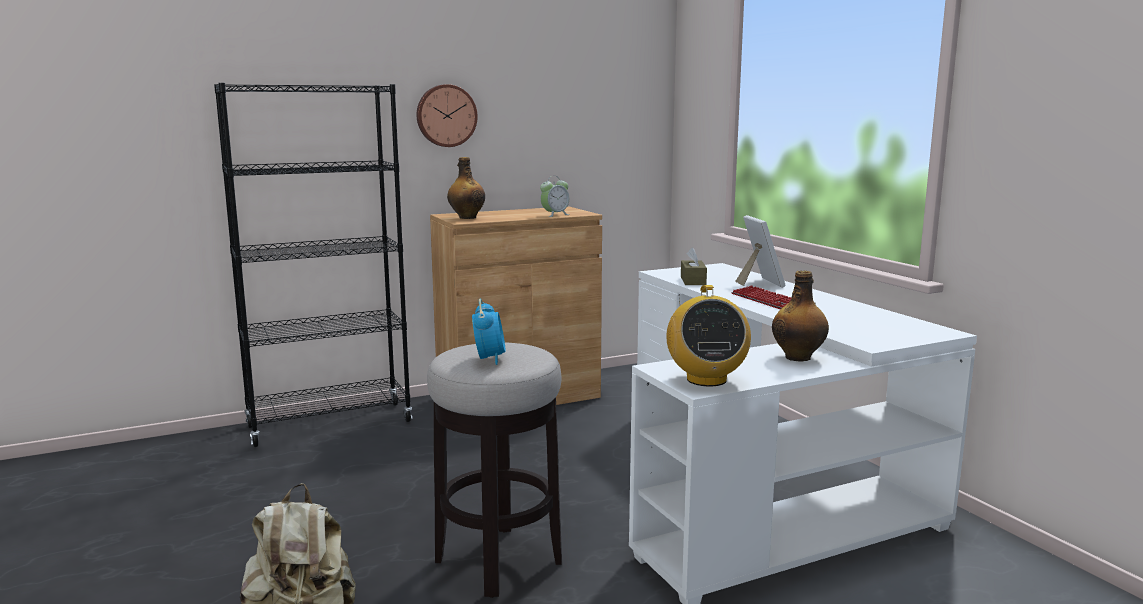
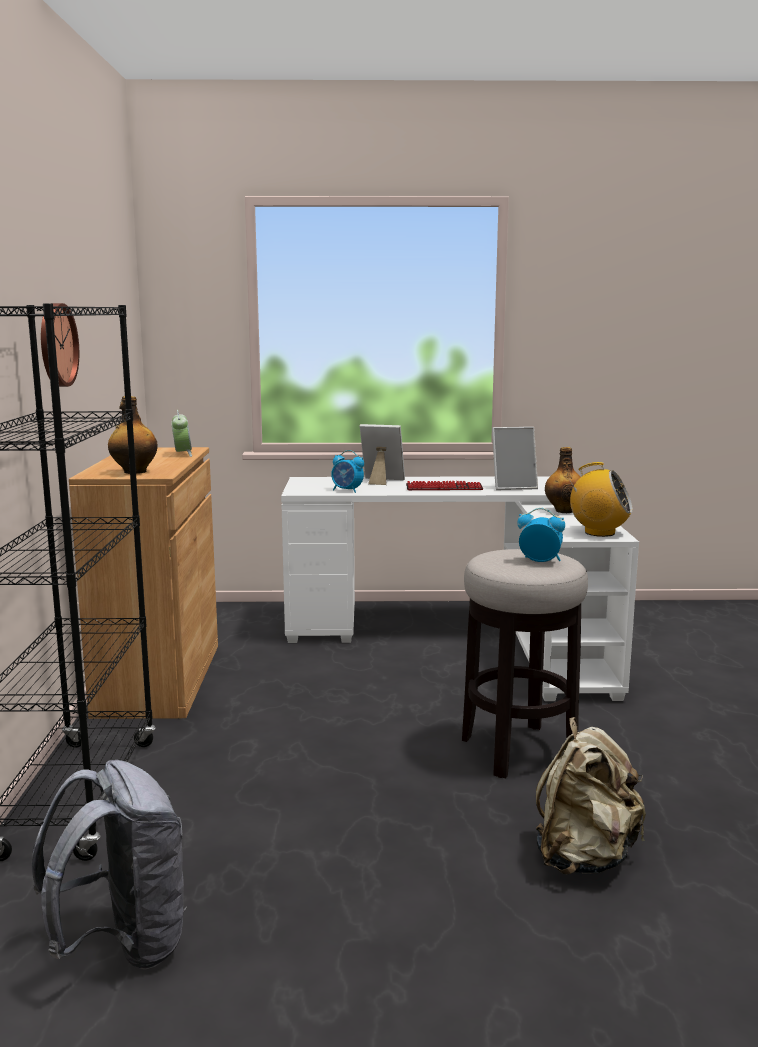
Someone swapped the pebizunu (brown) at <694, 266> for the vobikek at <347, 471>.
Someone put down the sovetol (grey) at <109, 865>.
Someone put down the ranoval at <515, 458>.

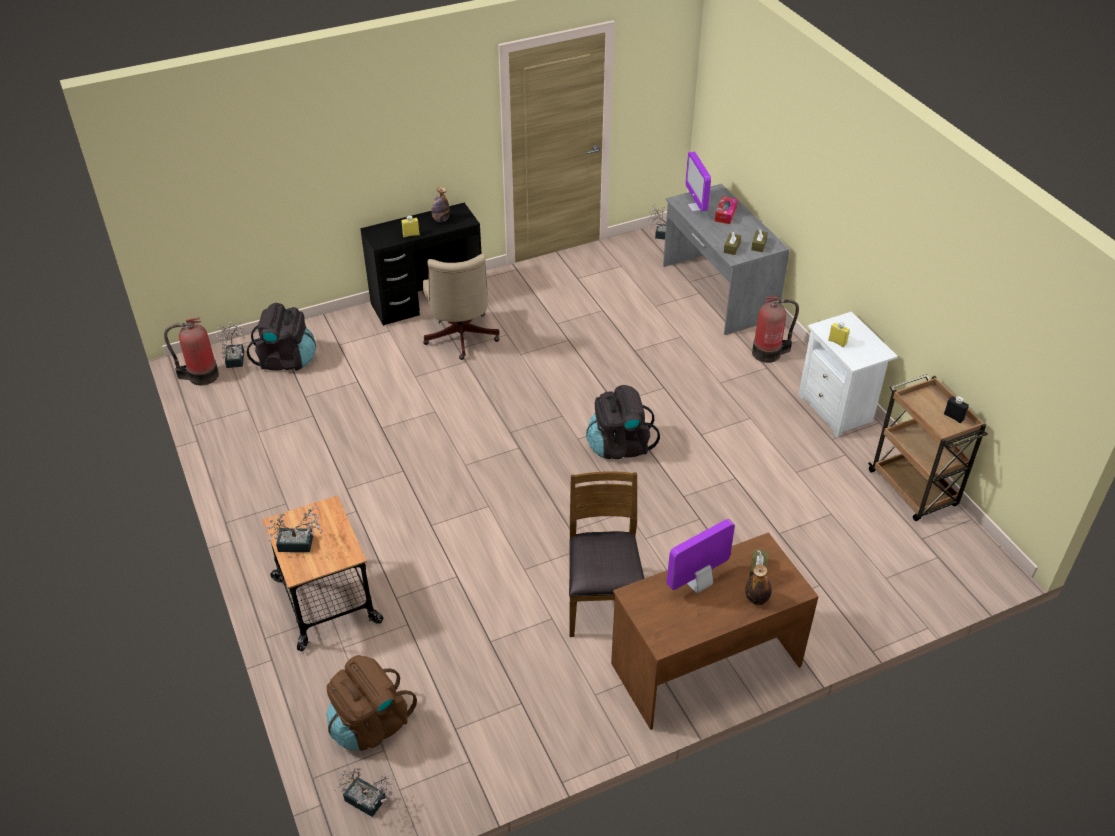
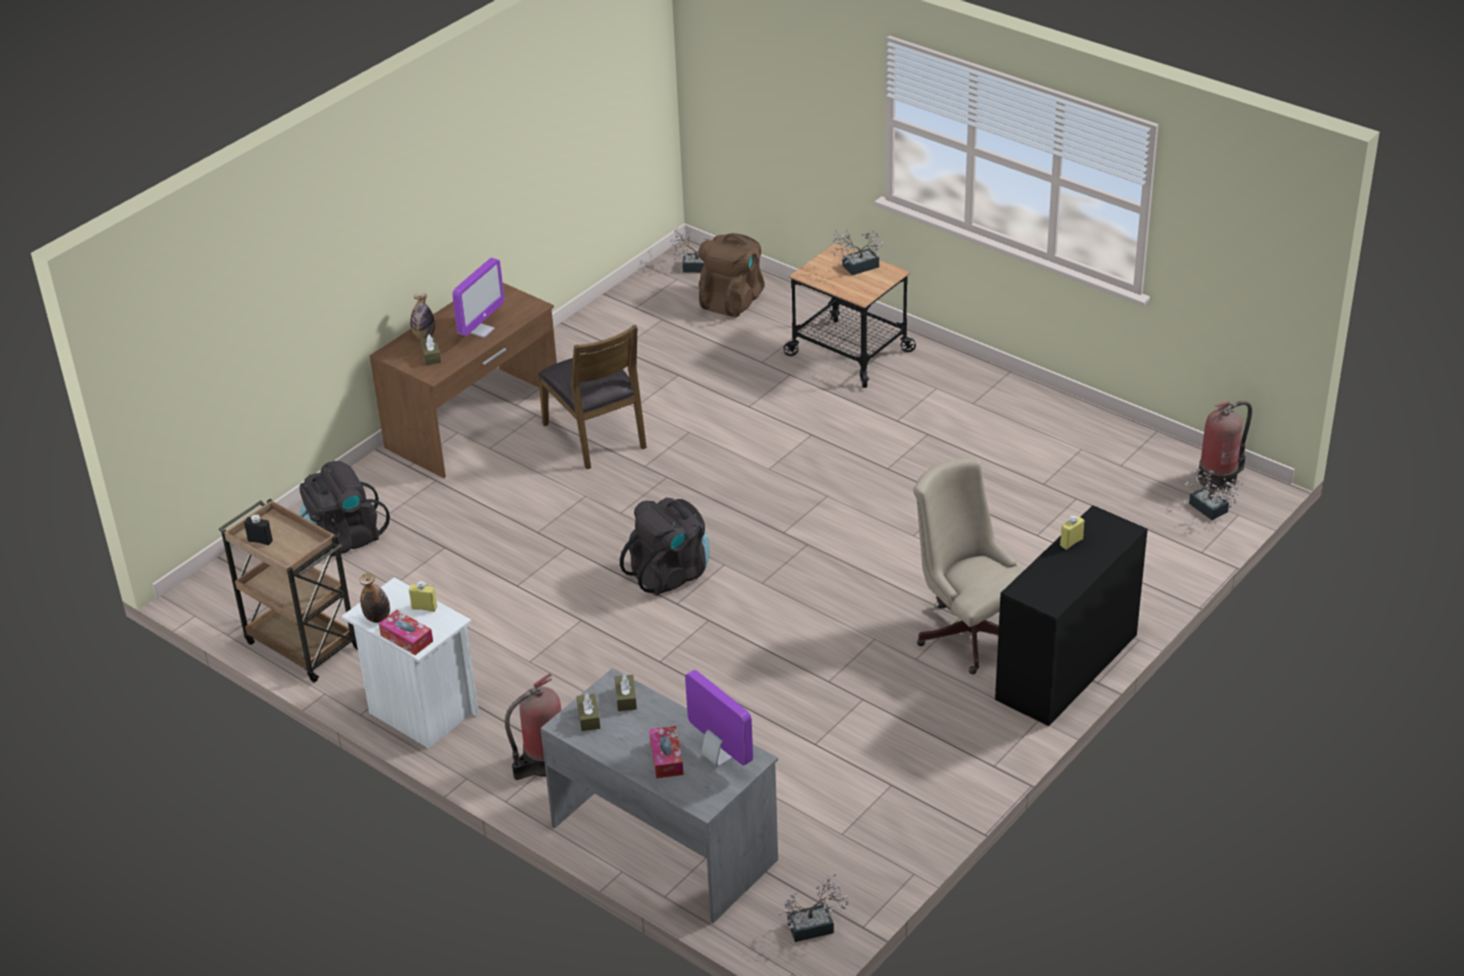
Someone carried the sovetol (black) from <281, 337> to <344, 509>.
Someone carried the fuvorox from <441, 204> to <375, 598>.
Someone put down the pebizunu at <406, 632>.

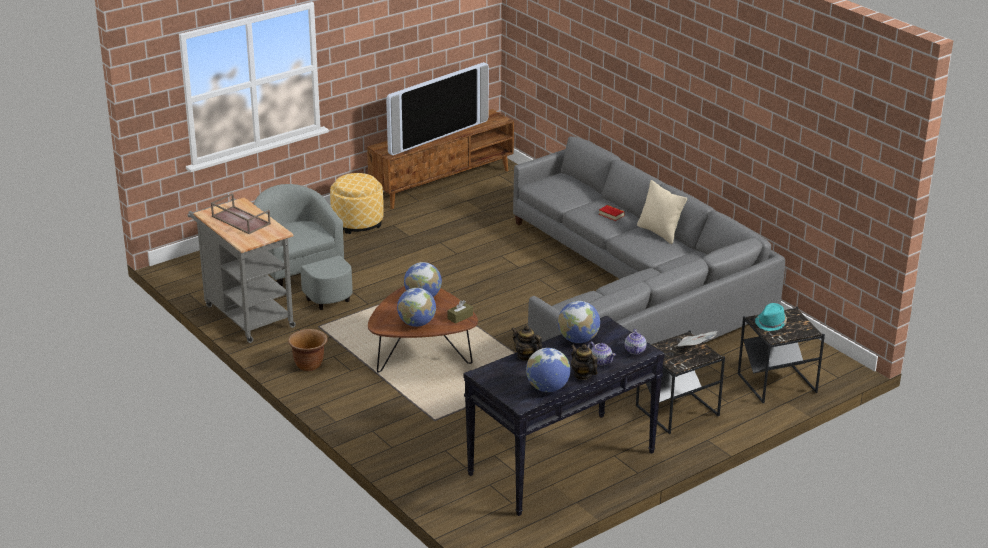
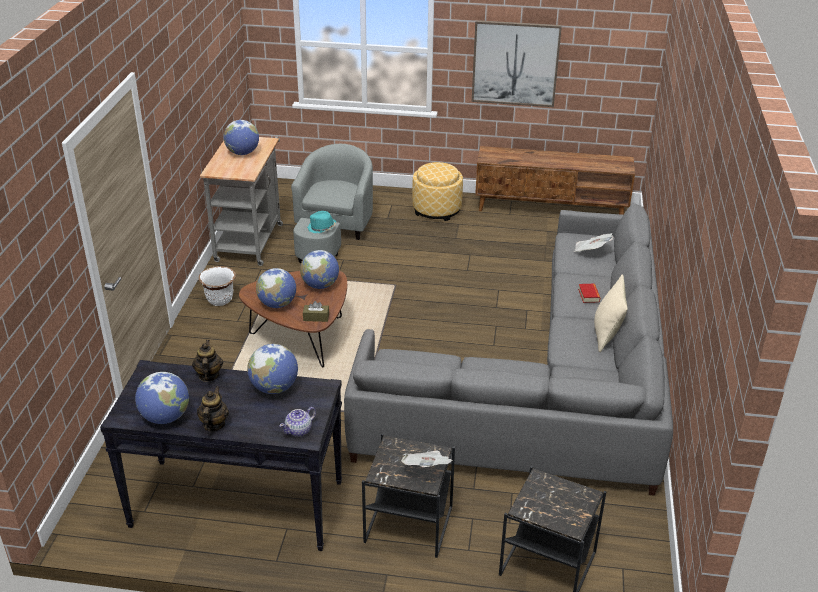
Someone swapped the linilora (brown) at <241, 213> for the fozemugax at <241, 137>.
Someone repainted the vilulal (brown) at <308, 350>, which became the vilulal (white) at <217, 286>.
Someone took away the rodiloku at <437, 108>.
Someone took away the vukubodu at <601, 353>.
Someone carried the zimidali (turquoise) from <771, 317> to <321, 222>.
Someone put up the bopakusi at <517, 63>.
Someone put down the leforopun at <593, 242>.

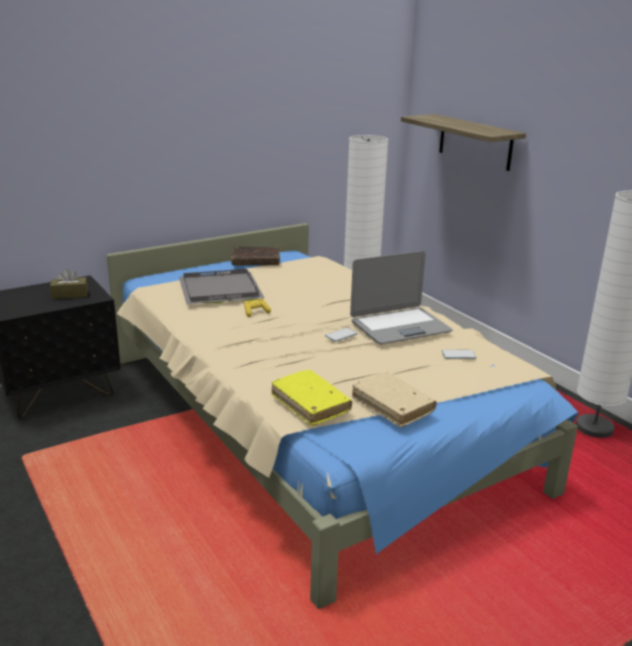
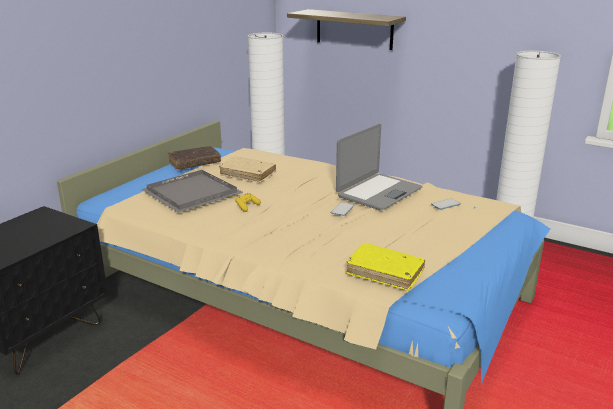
Someone took away the pebizunu (brown) at <69, 283>.
Someone carried the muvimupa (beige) from <394, 399> to <247, 169>.

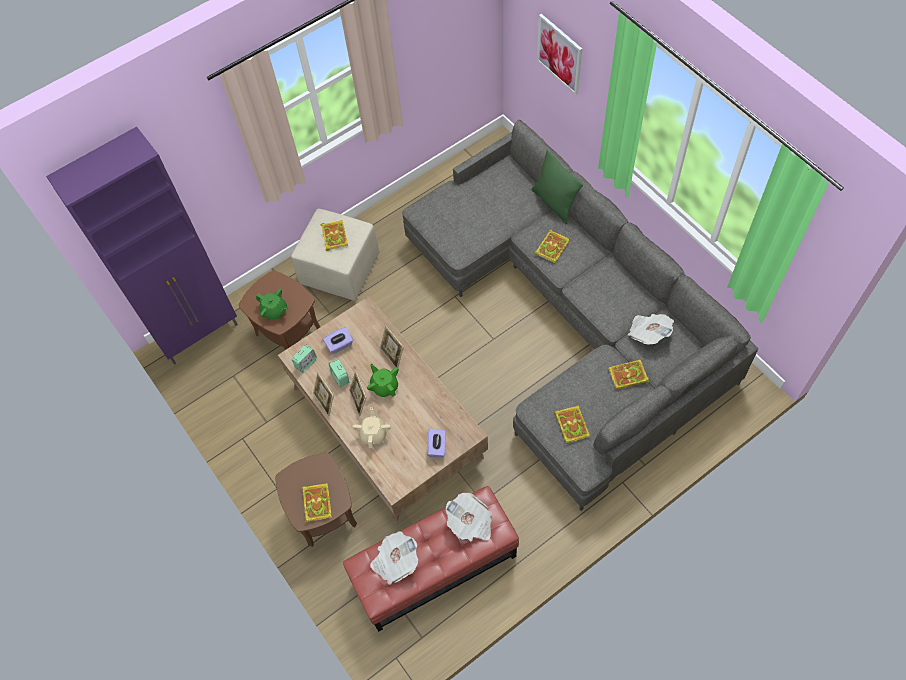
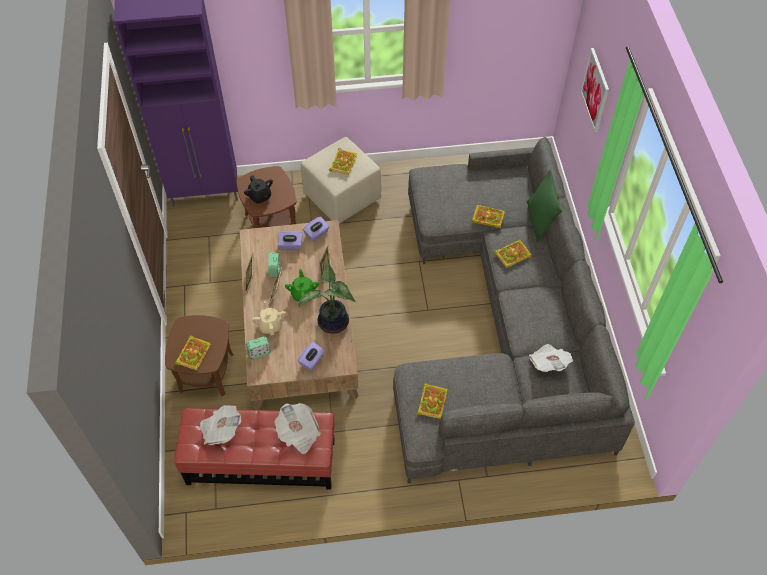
Someone repainted the vukubodu (green) at <271, 304>, which became the vukubodu (black) at <258, 189>.
Someone carried the vobikek from <304, 358> to <258, 347>.
Someone rotated the vukubodu (beige) at <371, 427> by 45 degrees counterclockwise.
Someone carried the muvimupa from <629, 375> to <488, 217>.
Someone put down the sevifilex at <326, 299>.
Someone put down the pebizunu (purple) at <316, 229>.

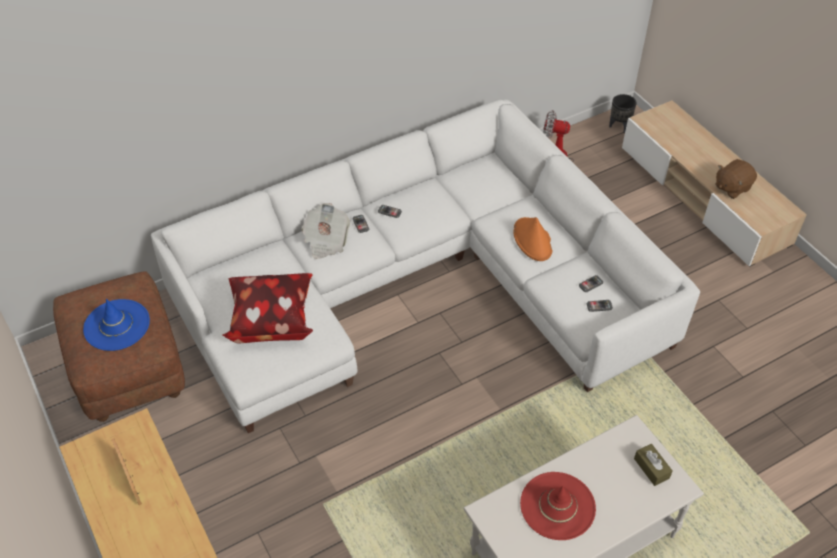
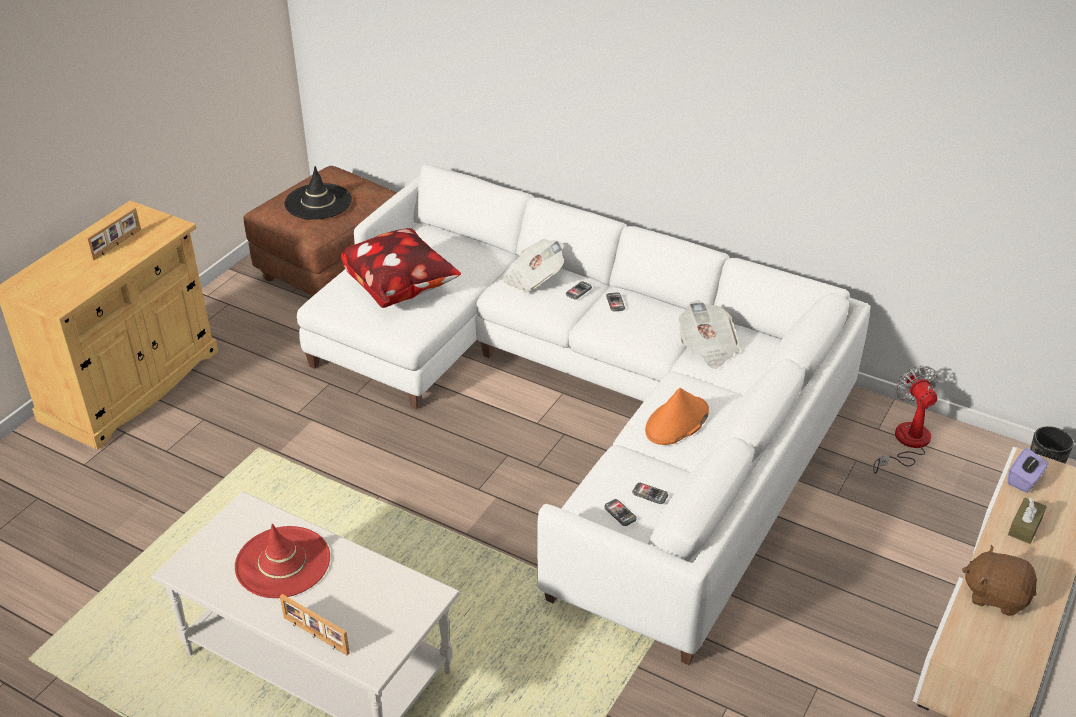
Someone repainted the zimidali (blue) at <116, 325>, which became the zimidali (black) at <318, 193>.
Someone carried the pebizunu (brown) from <653, 465> to <1027, 520>.
Someone put down the ranoval at <315, 625>.
Someone put down the leforopun at <709, 334>.
Someone put down the pebizunu (purple) at <1028, 470>.

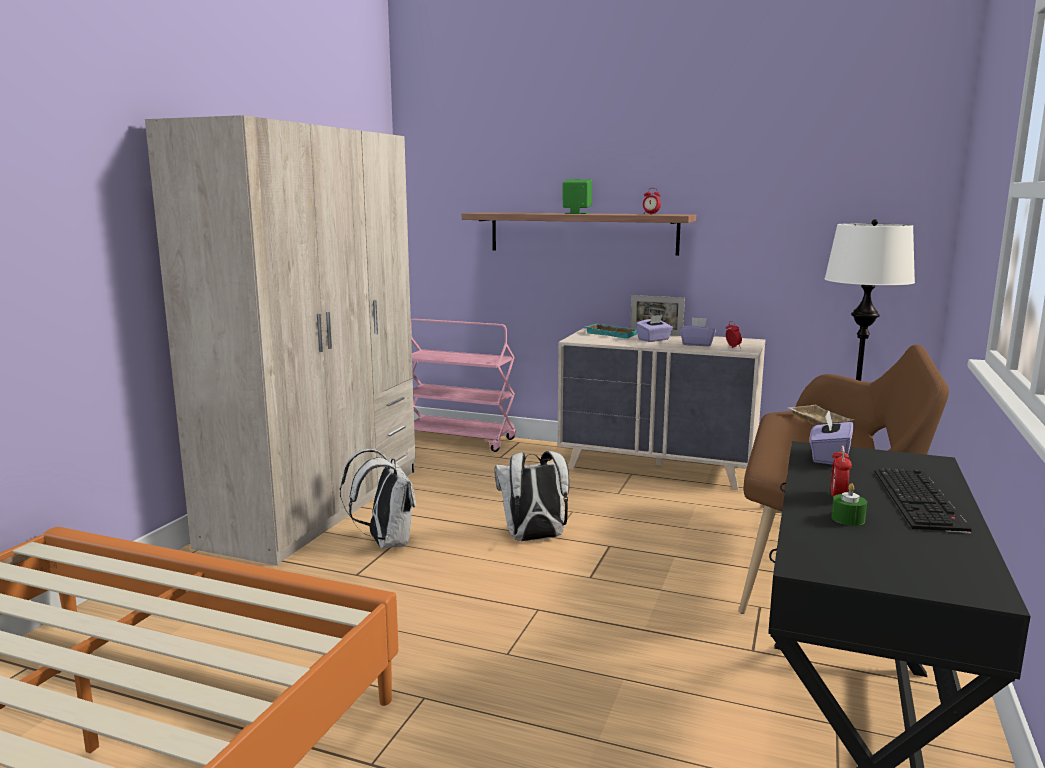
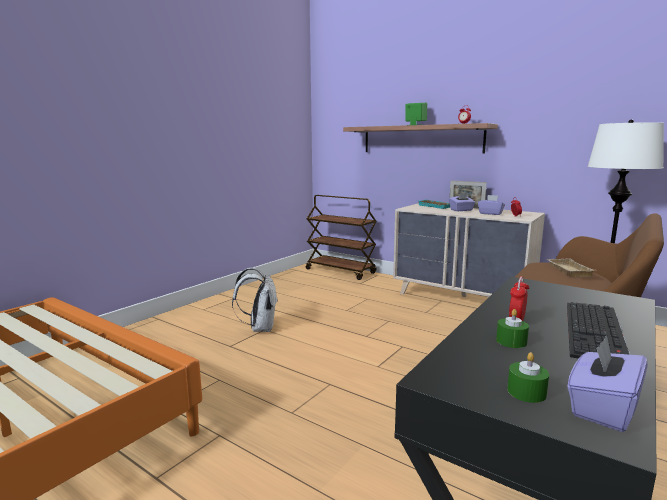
Someone took away the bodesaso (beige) at <280, 340>.
Someone repainted the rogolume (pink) at <463, 385>, which became the rogolume (brown) at <341, 237>.
Someone took away the sovetol (white) at <531, 496>.
Someone carried the pebizunu (purple) from <832, 437> to <607, 383>.
Someone put down the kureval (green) at <528, 377>.

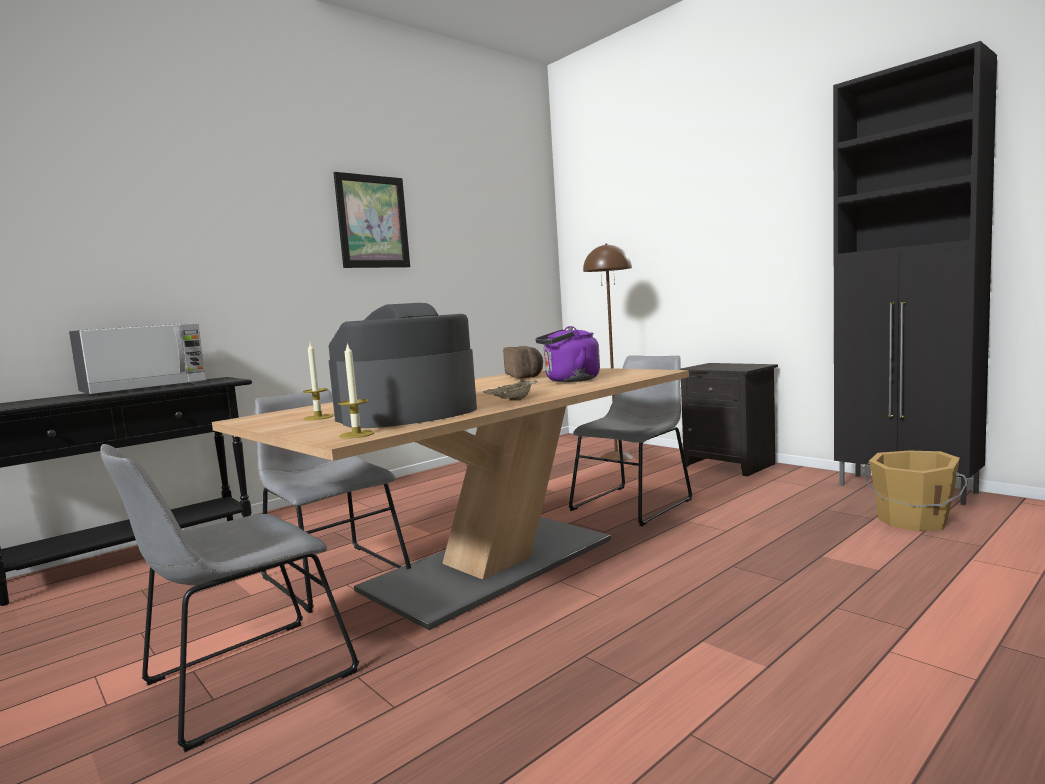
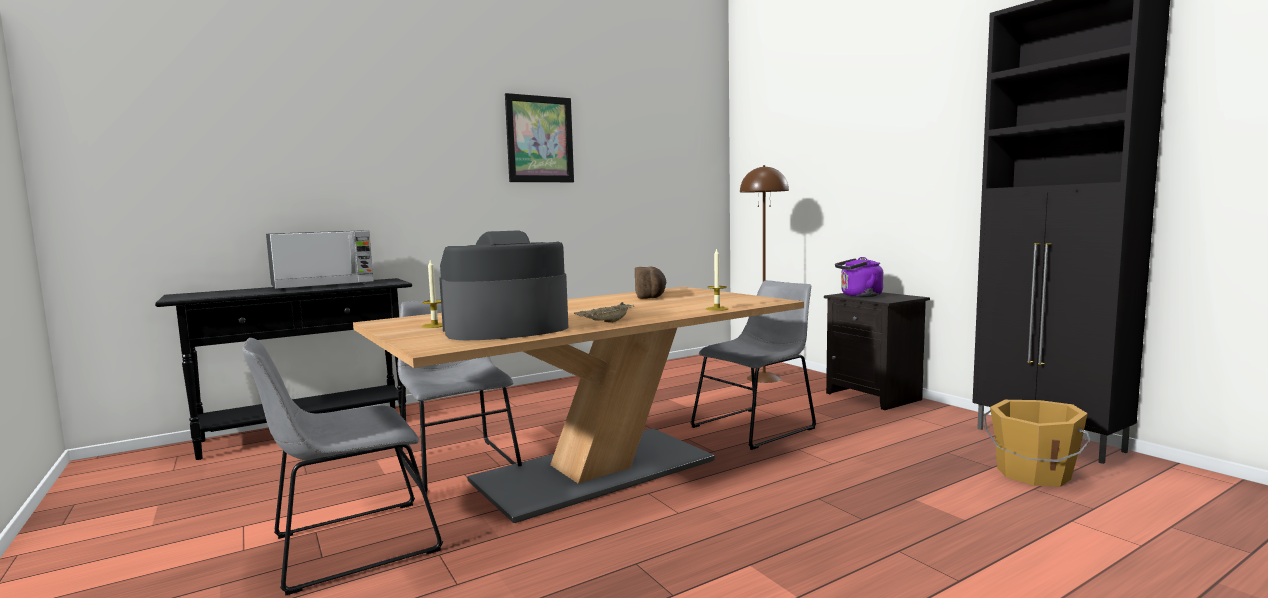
Someone carried the kureval from <356, 391> to <717, 279>.
Someone carried the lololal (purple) from <567, 354> to <859, 277>.

